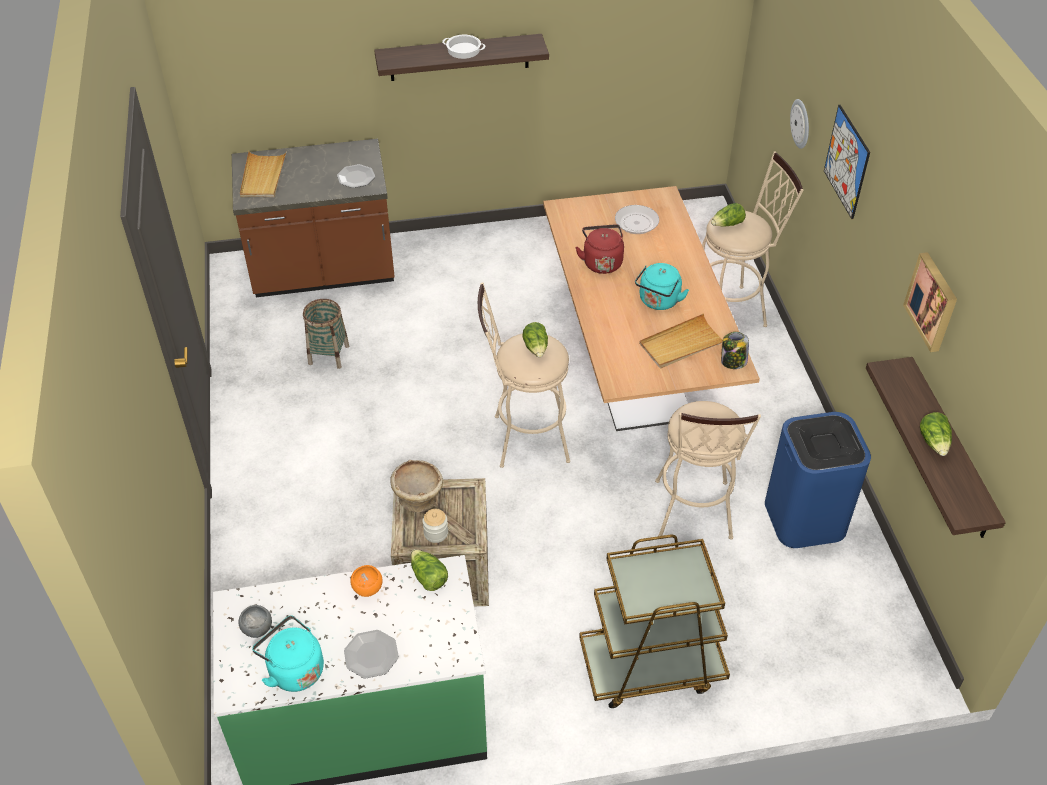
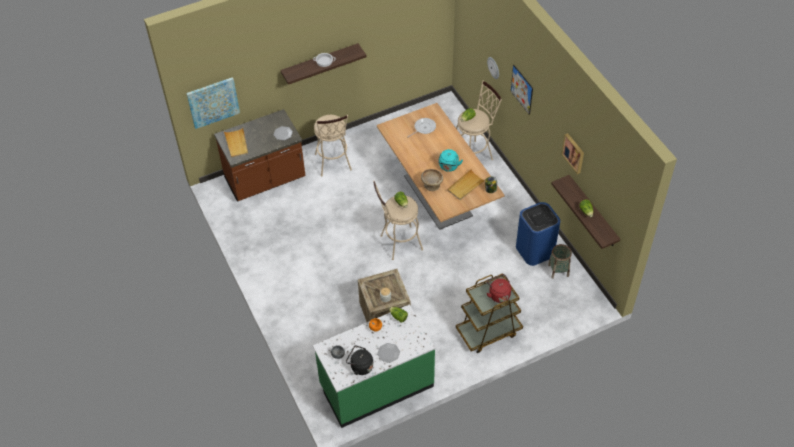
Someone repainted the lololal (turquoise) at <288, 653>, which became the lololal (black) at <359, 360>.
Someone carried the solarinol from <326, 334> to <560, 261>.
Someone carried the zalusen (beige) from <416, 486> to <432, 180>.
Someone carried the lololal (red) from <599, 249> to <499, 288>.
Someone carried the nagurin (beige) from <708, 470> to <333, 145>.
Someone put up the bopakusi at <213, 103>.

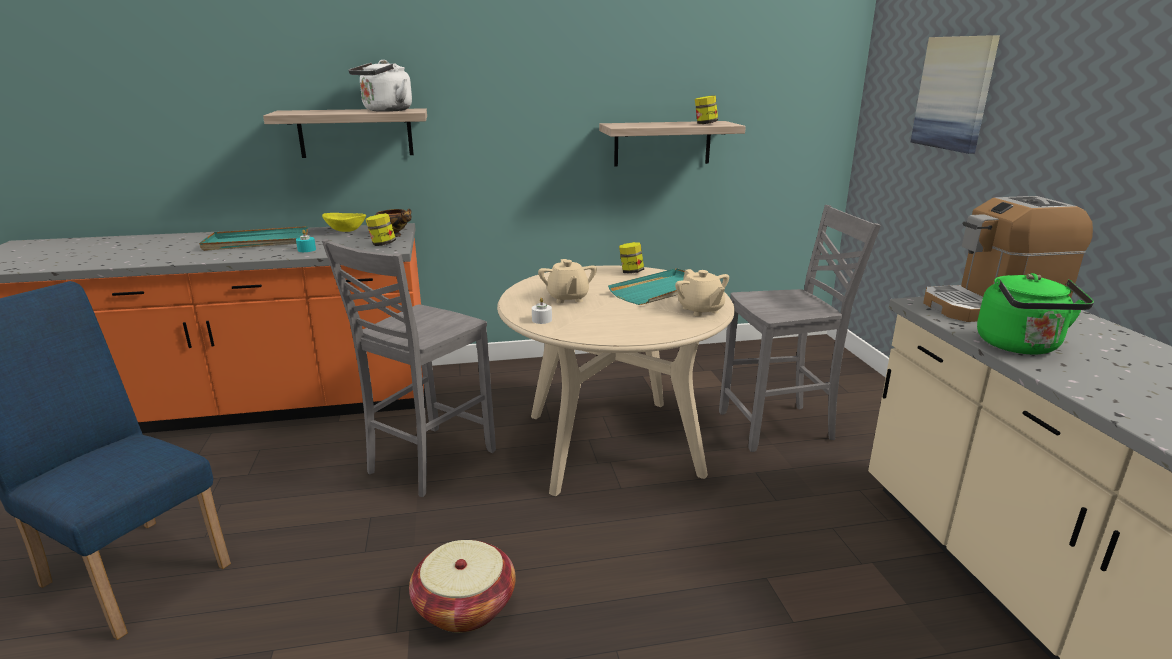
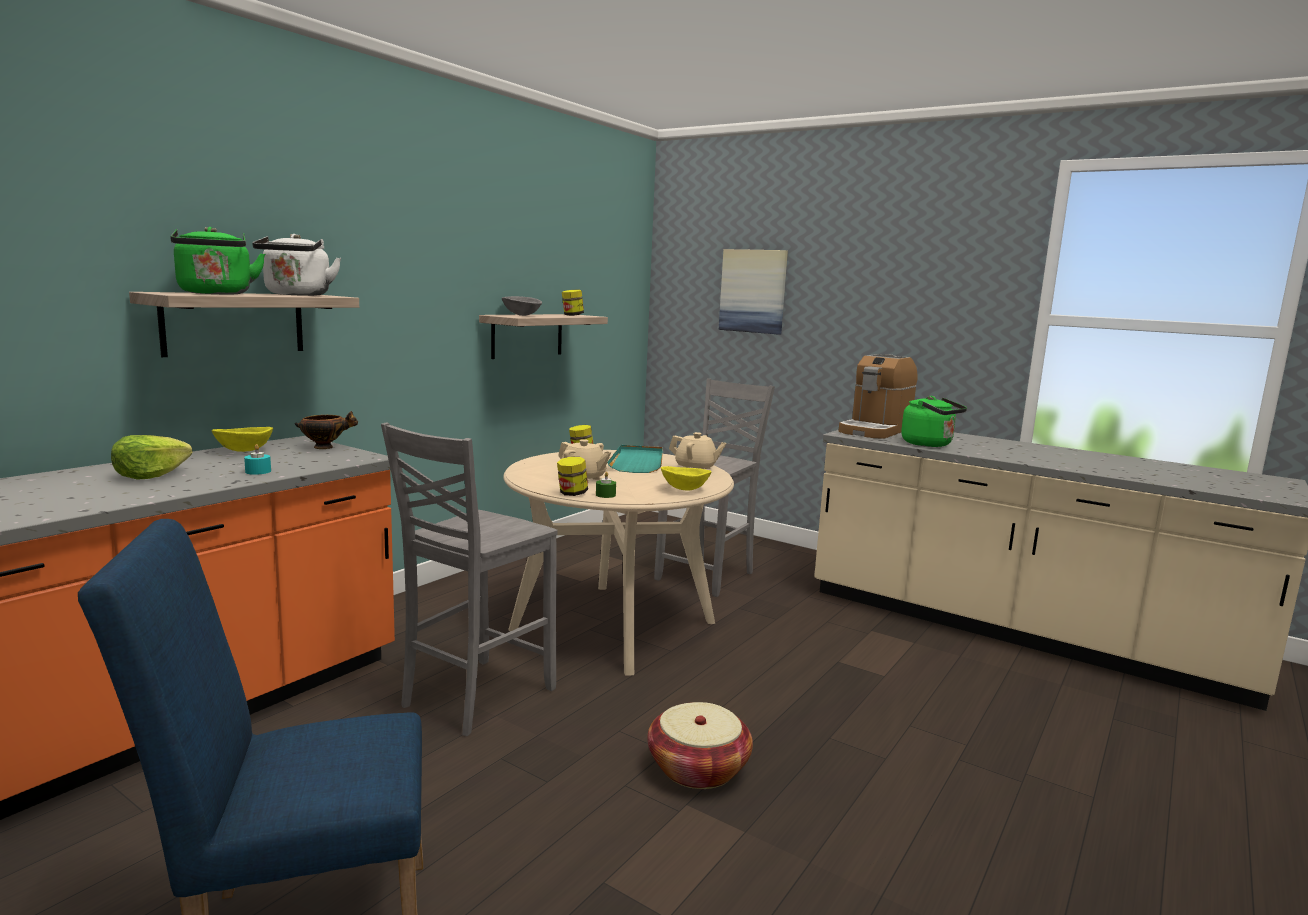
Someone swapped the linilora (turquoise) at <253, 238> for the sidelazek at <151, 457>.
Someone rotated the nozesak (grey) at <409, 368> by 45 degrees clockwise.
Someone carried the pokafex from <380, 229> to <572, 476>.
Someone repainted the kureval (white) at <542, 310>, which became the kureval (green) at <606, 485>.
Someone put down the lololal (green) at <218, 261>.
Someone put down the zalusen (grey) at <522, 306>.
Someone put down the zalusen (yellow) at <686, 478>.

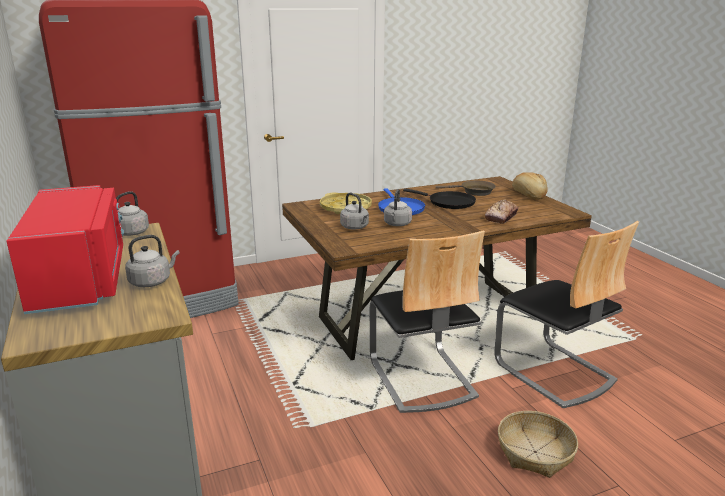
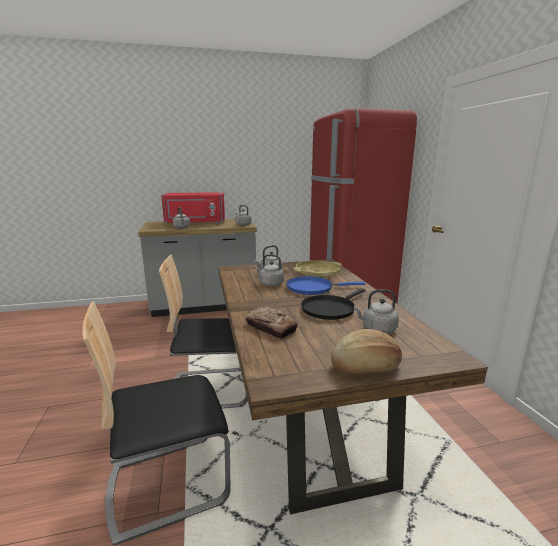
Someone swapped the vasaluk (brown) at <466, 188> for the lololal (grey) at <376, 311>.
Someone took away the solarinol at <538, 444>.

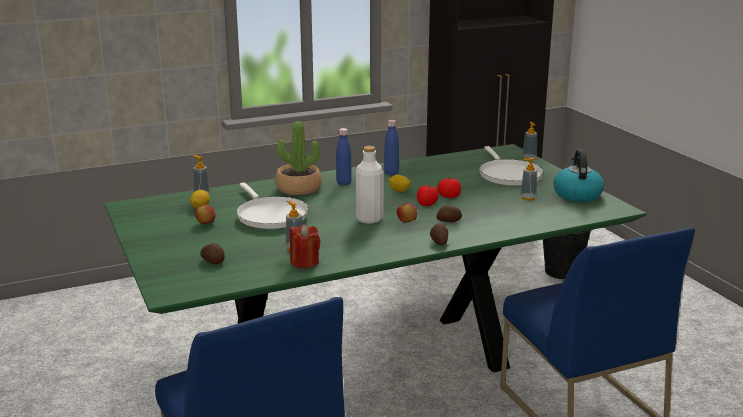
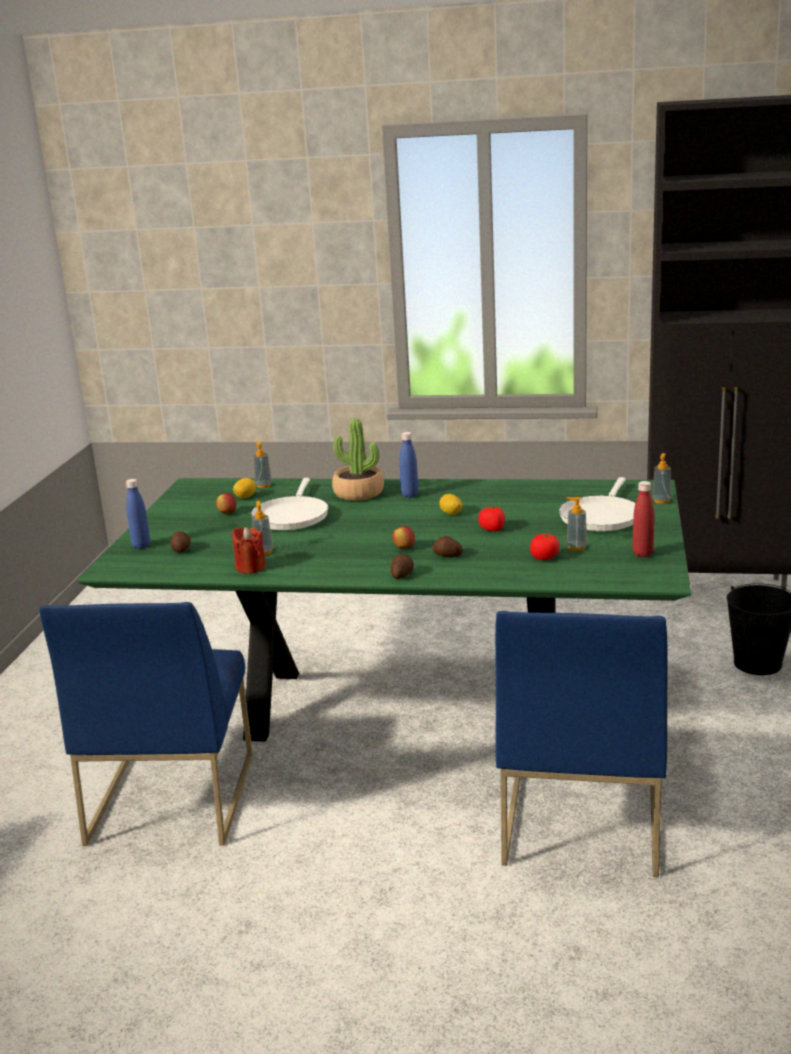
Someone took away the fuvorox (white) at <369, 185>.
Someone carried the fuvorox (blue) from <391, 147> to <138, 514>.
Someone carried the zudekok from <428, 195> to <545, 547>.
Someone swapped the lololal at <579, 175> for the fuvorox (red) at <643, 519>.

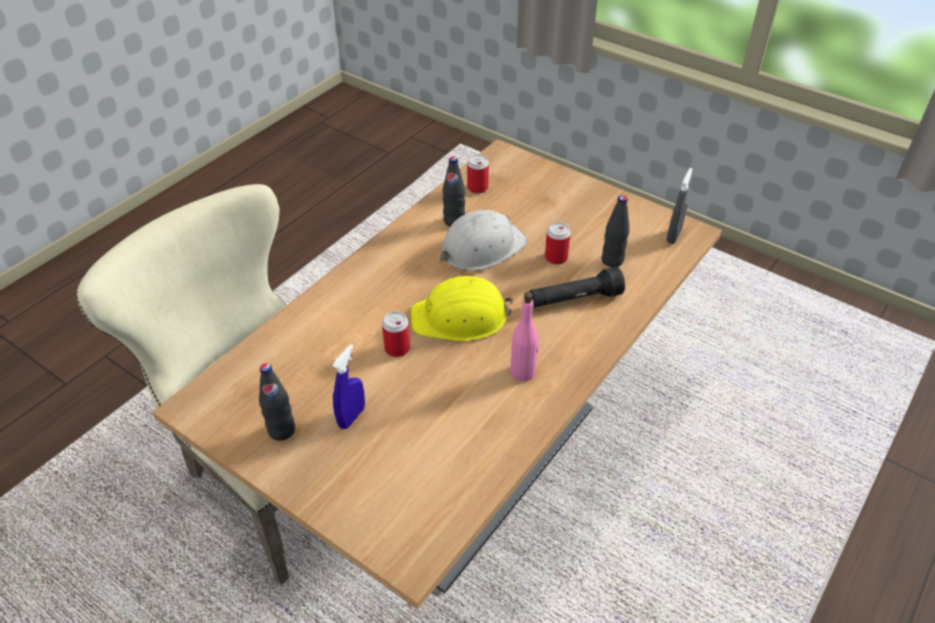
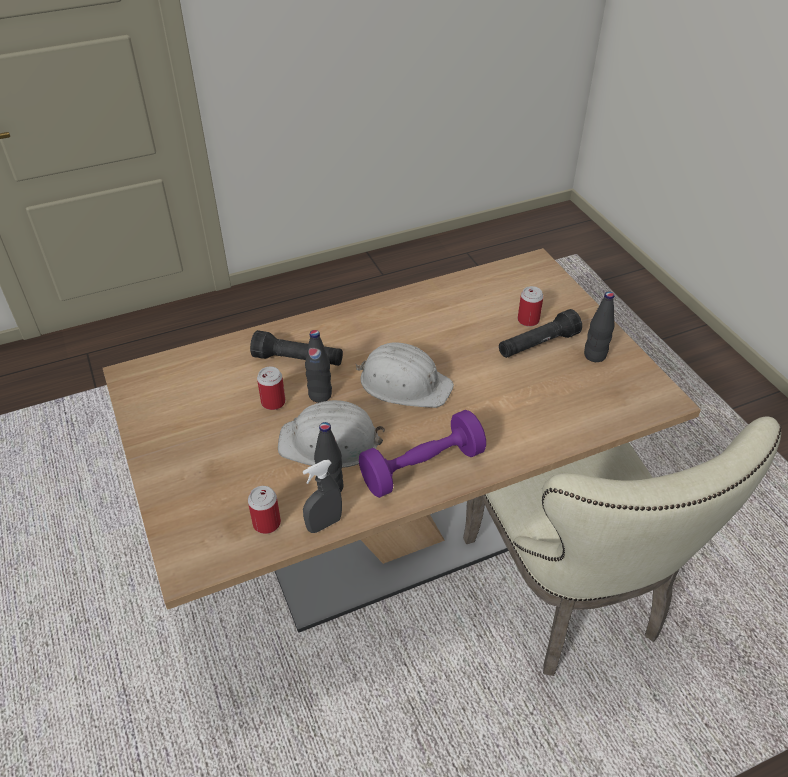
Someone swapped the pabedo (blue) at <348, 387> for the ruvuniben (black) at <540, 333>.
Someone carried the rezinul from <396, 334> to <531, 306>.
Someone repainted the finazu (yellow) at <461, 308>, which became the finazu (white) at <405, 375>.
Someone took away the fuvorox (pink) at <524, 337>.
Someone carried the fuvorox (black) from <616, 231> to <318, 366>.
Someone carried the pabedo (grey) from <679, 206> to <322, 496>.
Someone put down the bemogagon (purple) at <422, 454>.

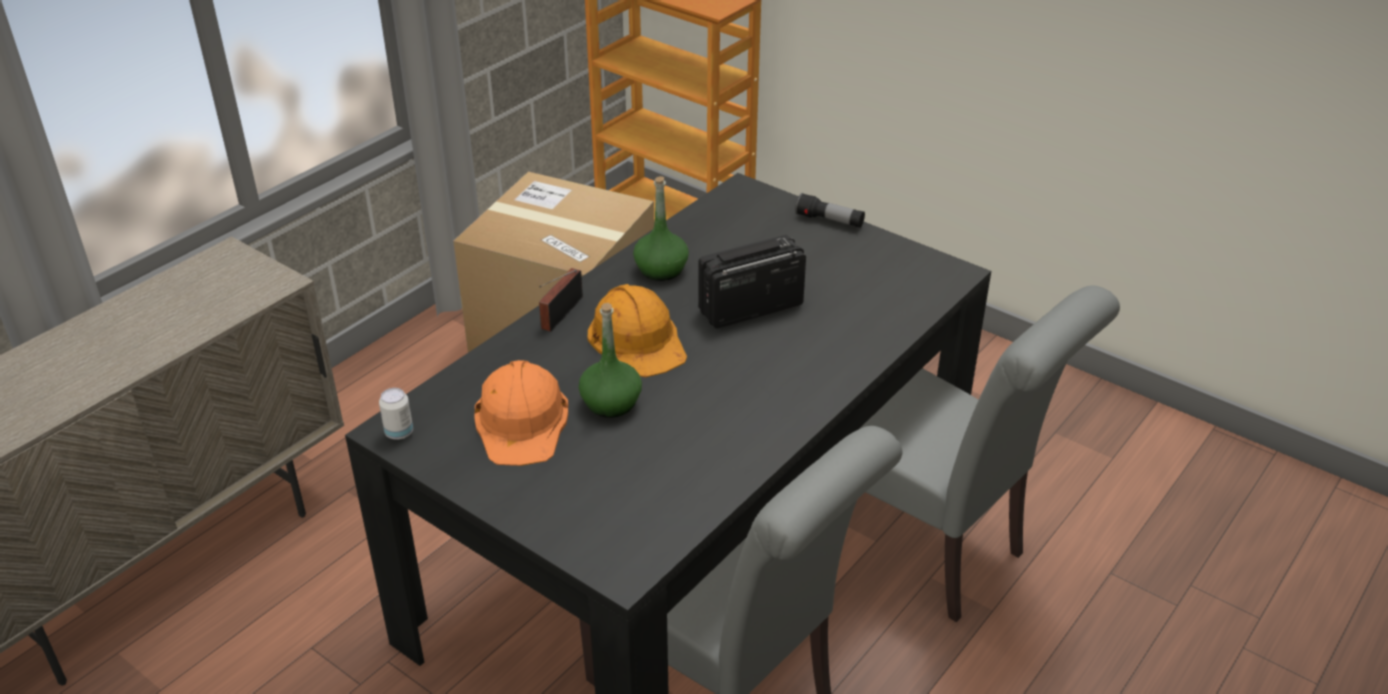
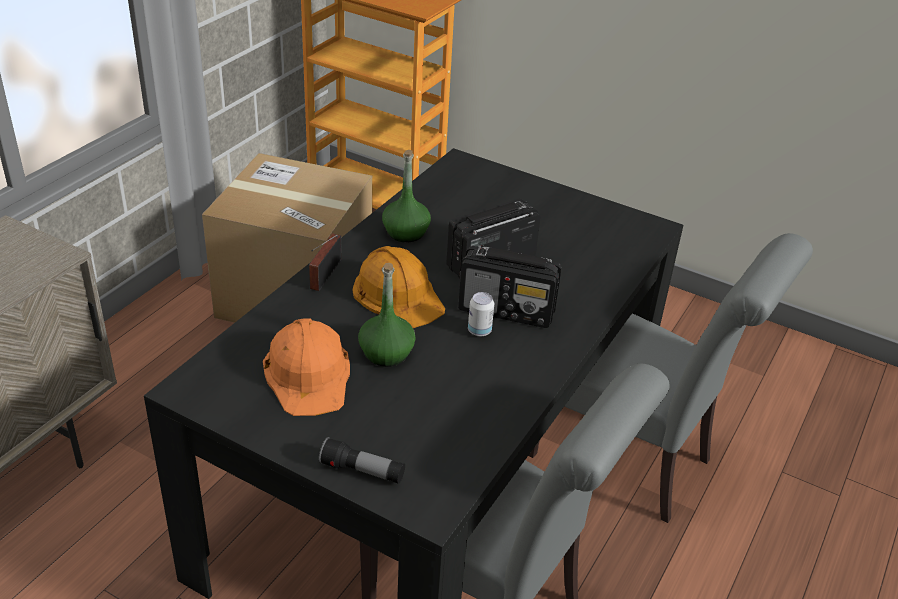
Someone carried the rezinul from <396, 414> to <481, 314>.
Someone carried the ruvuniben from <830, 210> to <362, 460>.
Someone put down the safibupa at <510, 286>.

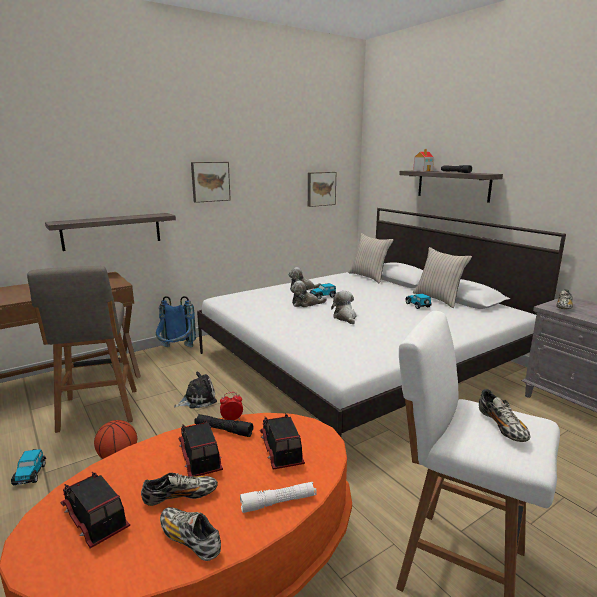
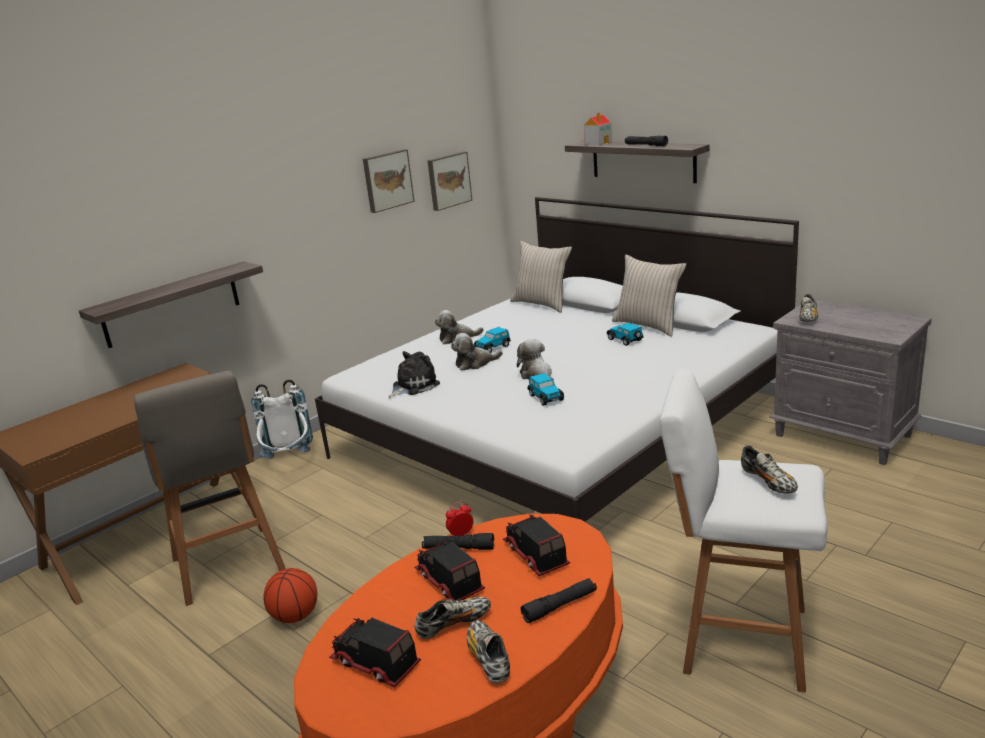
Someone carried the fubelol from <28, 467> to <546, 389>.
Someone repainted the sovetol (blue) at <176, 321>, which became the sovetol (white) at <282, 419>.
Someone rotated the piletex at <190, 534> by 45 degrees clockwise.
Someone carried the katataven from <195, 390> to <414, 374>.
Someone carried the bopakusi from <211, 182> to <389, 181>.
Someone repainted the ruvuniben (white) at <278, 497>, which became the ruvuniben (black) at <559, 600>.

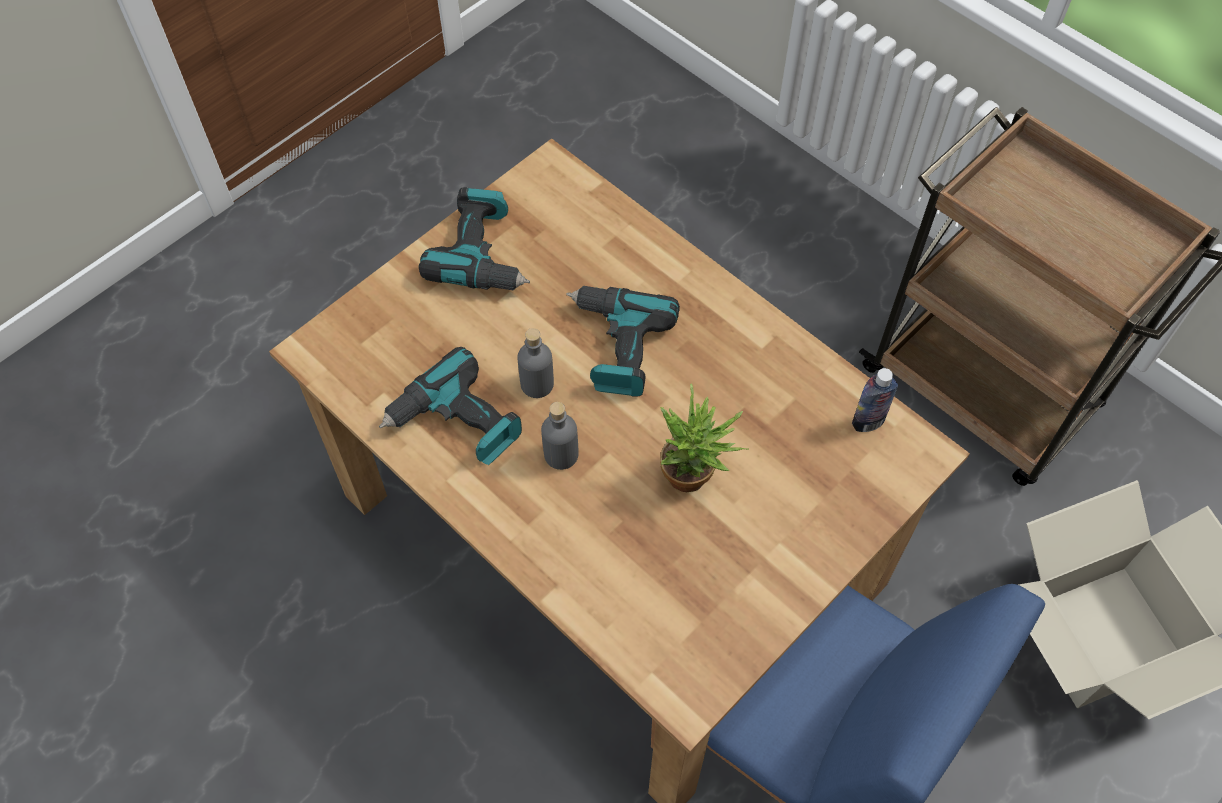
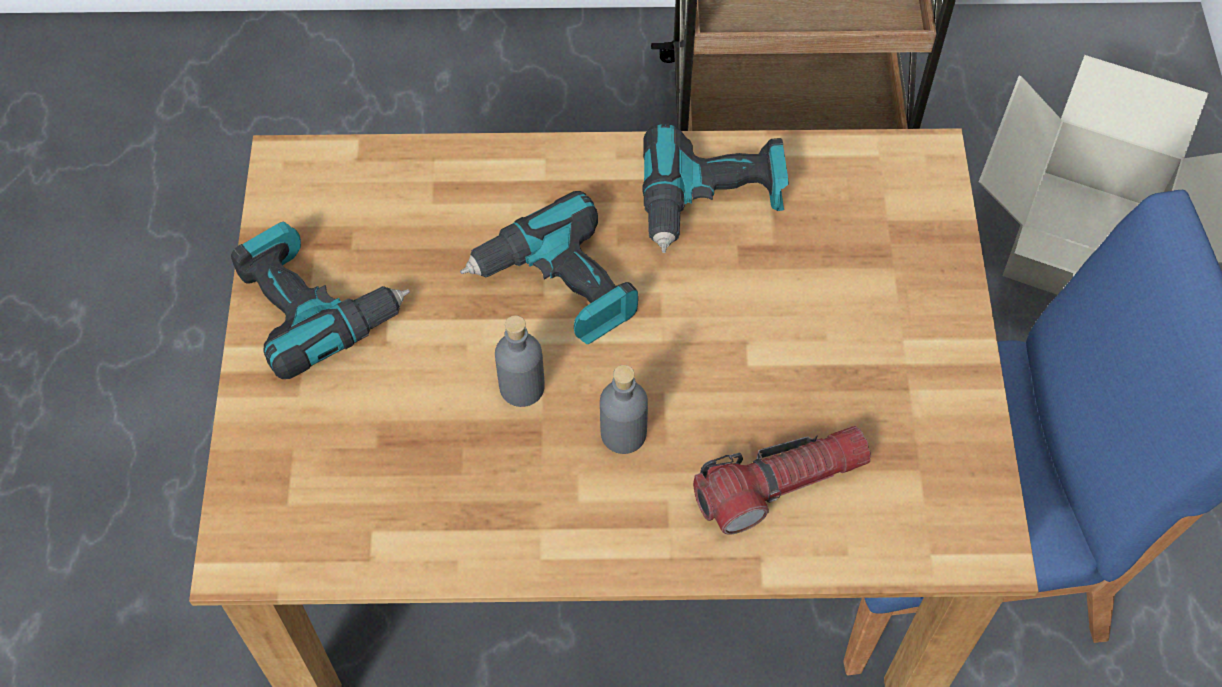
Someone carried the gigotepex from <450, 406> to <715, 188>.
Someone took away the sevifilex at <704, 437>.
Someone took away the fuvorox at <875, 400>.
Someone put down the ruvuniben at <782, 480>.

